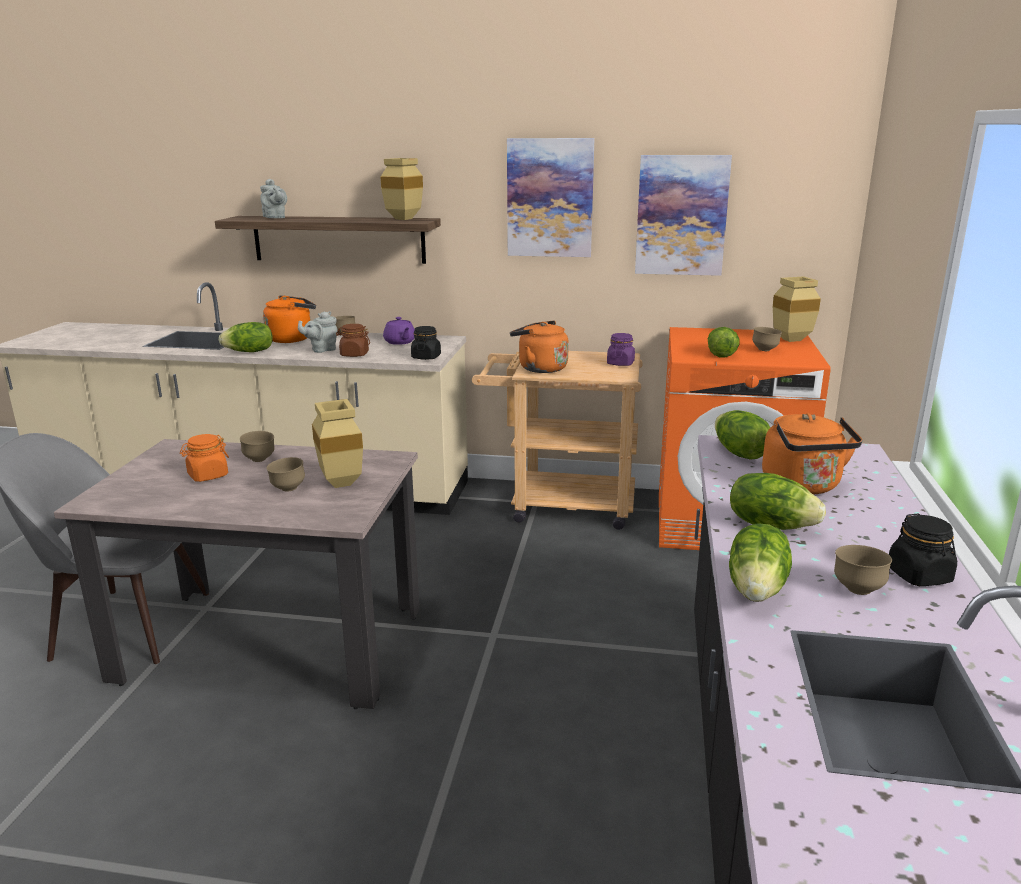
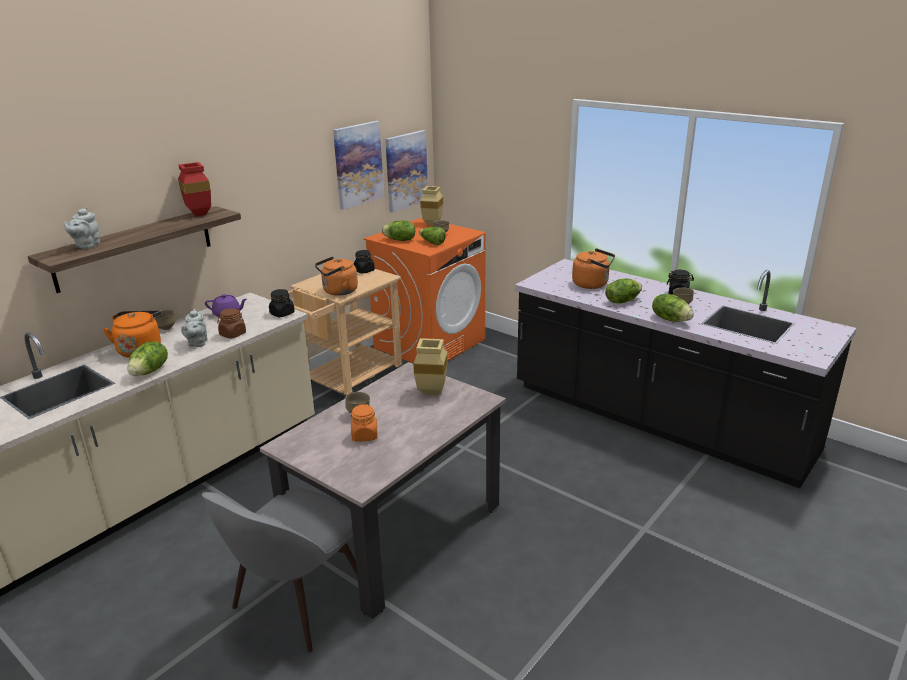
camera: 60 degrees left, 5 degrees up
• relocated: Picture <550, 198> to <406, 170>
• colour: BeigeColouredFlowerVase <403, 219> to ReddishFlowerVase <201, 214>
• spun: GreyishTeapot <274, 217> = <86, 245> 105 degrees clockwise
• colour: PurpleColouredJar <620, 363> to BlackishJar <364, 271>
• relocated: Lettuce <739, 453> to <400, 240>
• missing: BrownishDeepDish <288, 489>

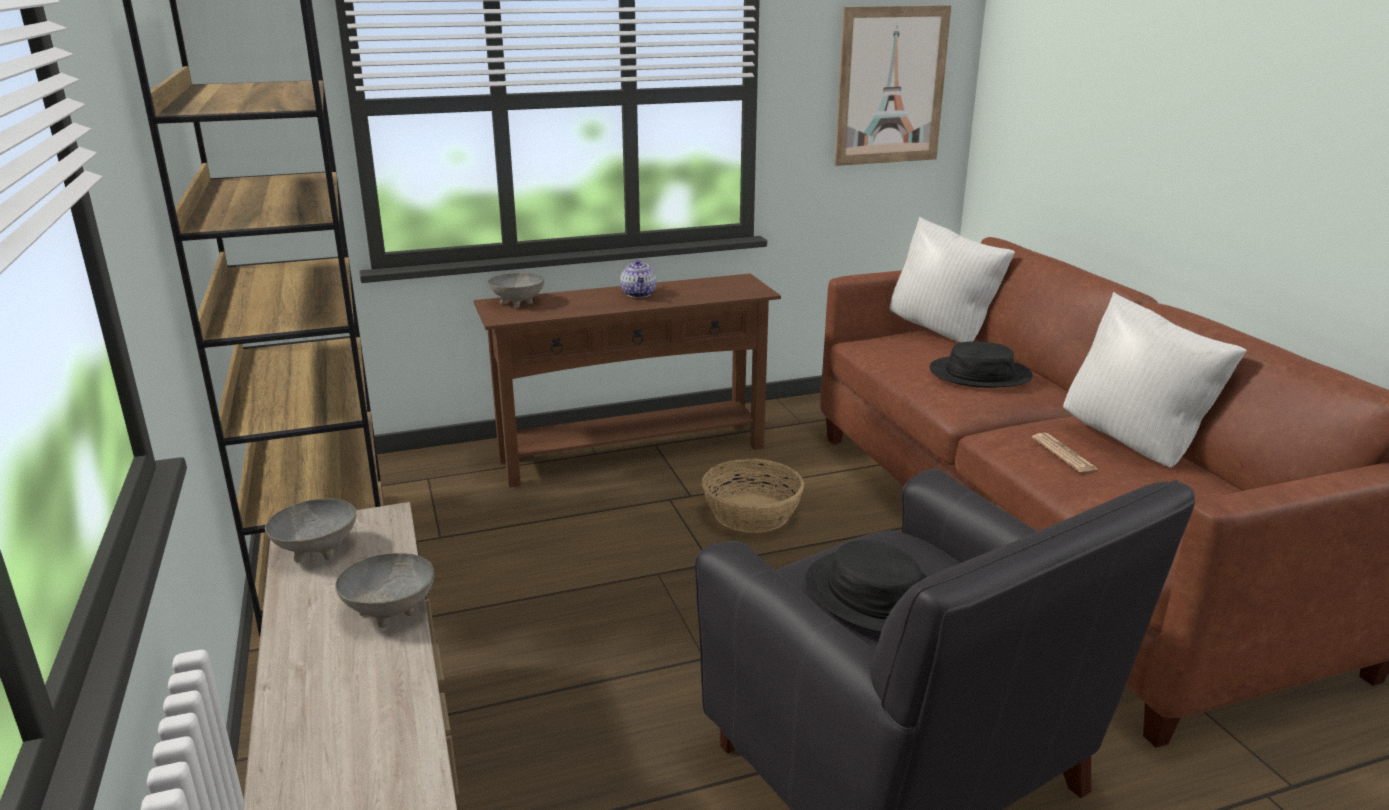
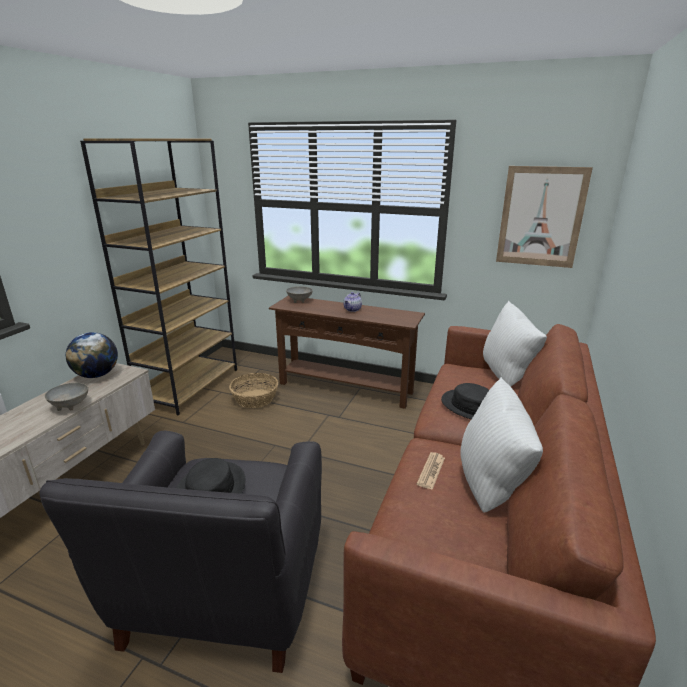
camera: 40 degrees right, 0 degrees up
• relocated: Basket <752, 514> to <255, 399>
• exchanged: GreyishDeepDish <318, 549> to WorldGlobe <97, 375>

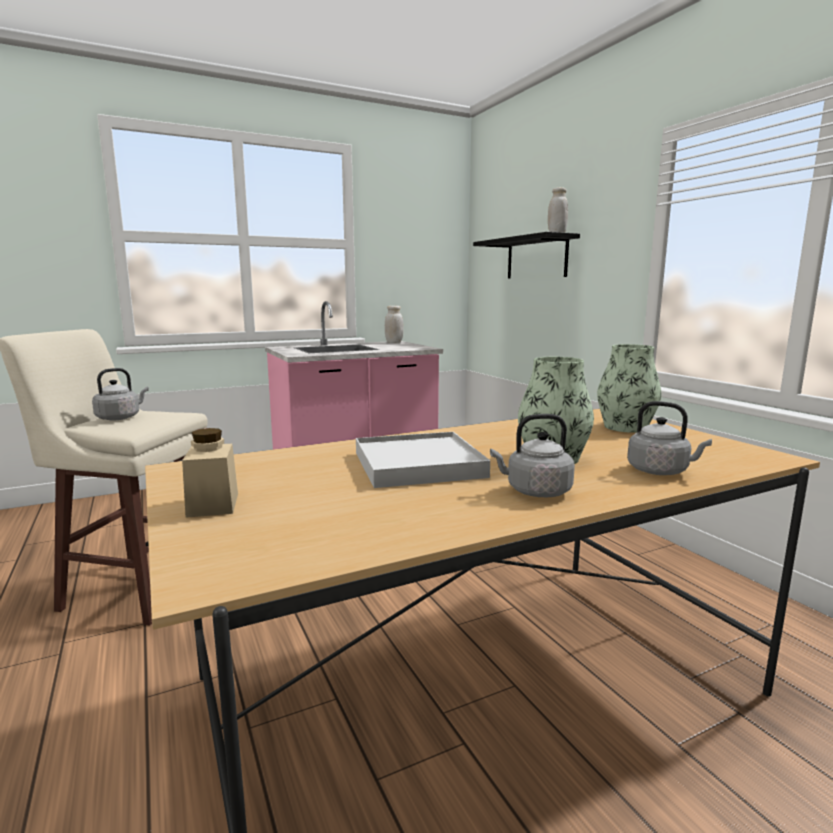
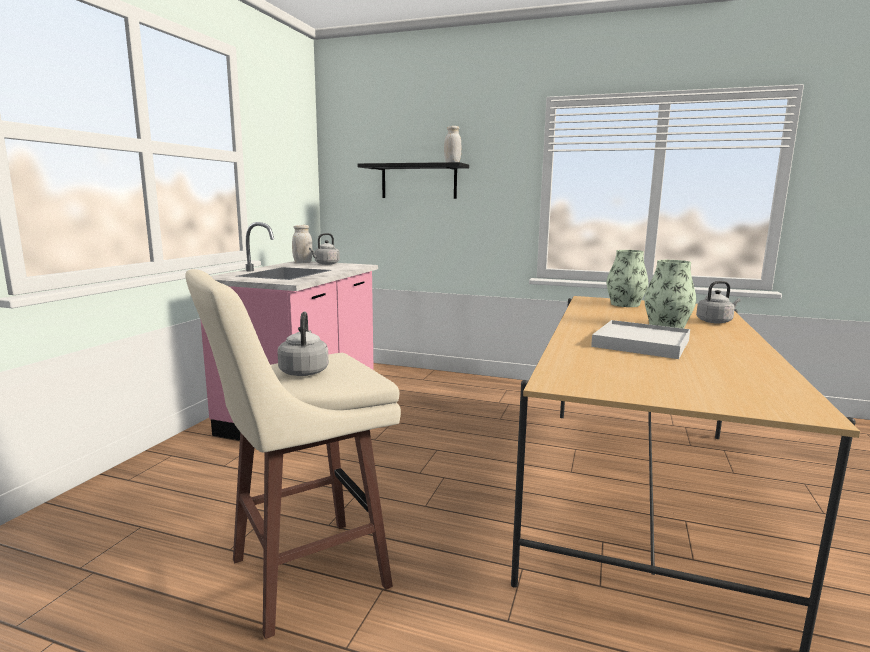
camera: 45 degrees left, 0 degrees up
• relocated: GreyishTeaKettle <535, 491> to <326, 264>
• missing: BeigeColouredJar <213, 505>

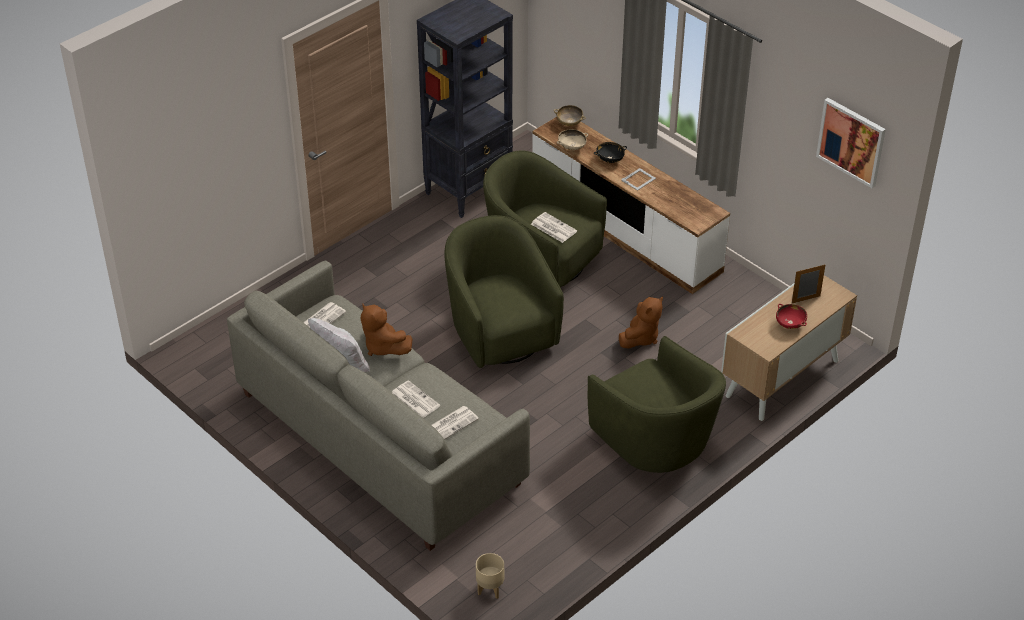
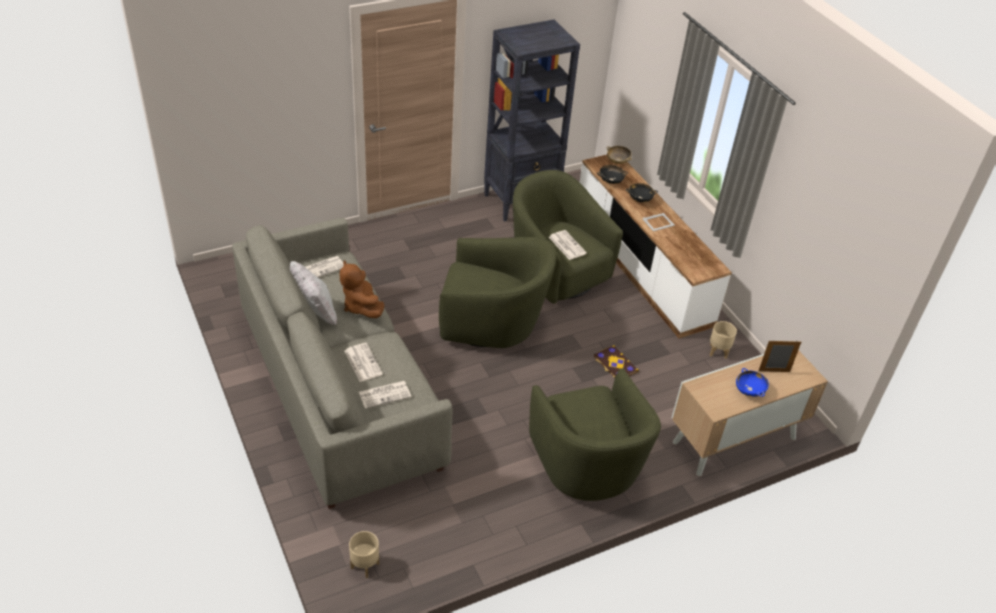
camera: 15 degrees right, 0 degrees up
• missing: Picture <851, 142>
• colour: BeigeColouredDeepDish <572, 147> to BlackishDeepDish <610, 181>
• spun: GreenLoungeChair <500, 331> = <491, 324> 105 degrees clockwise
• exchanged: BrownishPlushToy <640, 337> to Book <615, 364>
• colour: ReddishDeepDish <790, 324> to BlueColouredDeepDish <749, 390>
• appeared: BeigeColouredPlanter <718, 351>

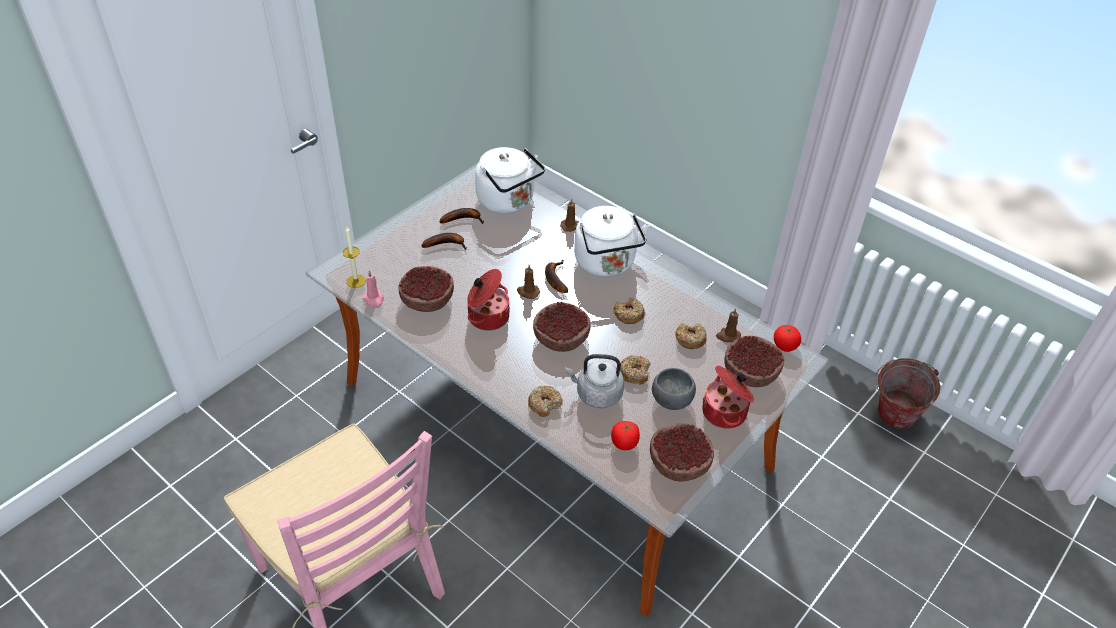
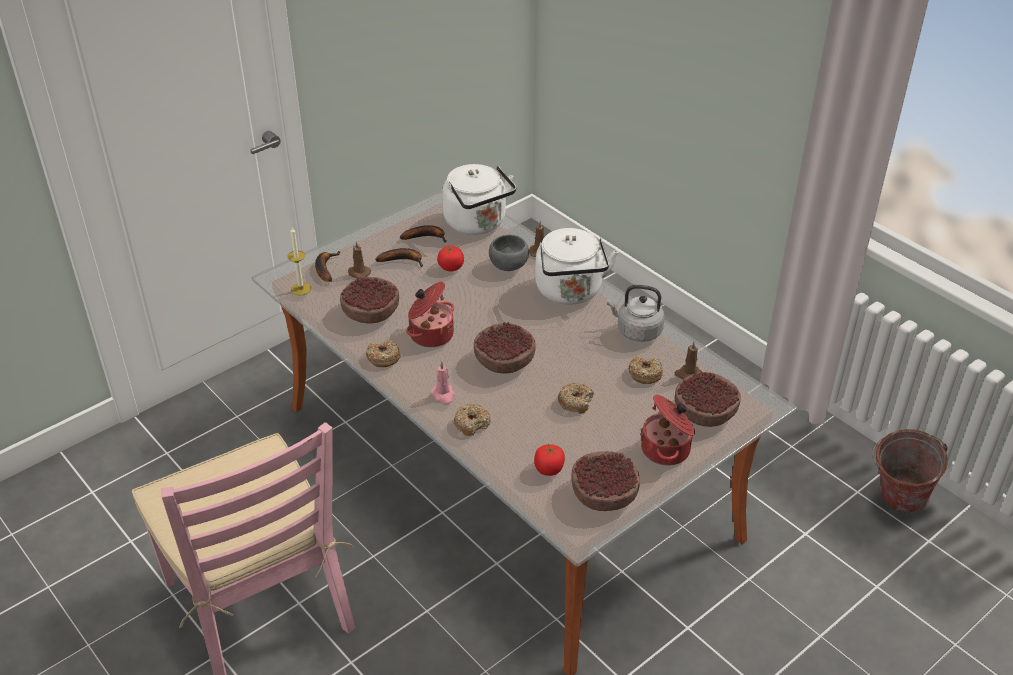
camera: 10 degrees right, 5 degrees down
• relocated: WholeBanana <554, 278> to <325, 268>
• relocated: BrownishWaxLight <528, 292> to <358, 273>
• relocated: PinkWaxLight <374, 299> to <443, 395>
• relocated: Doughnut <628, 315> to <383, 358>
• relocated: WholeTomato <785, 345> to <451, 267>
• relocated: GreyishTeaKettle <596, 394> to <636, 331>
• relocated: GreyishDeepDish <671, 399> to <509, 264>

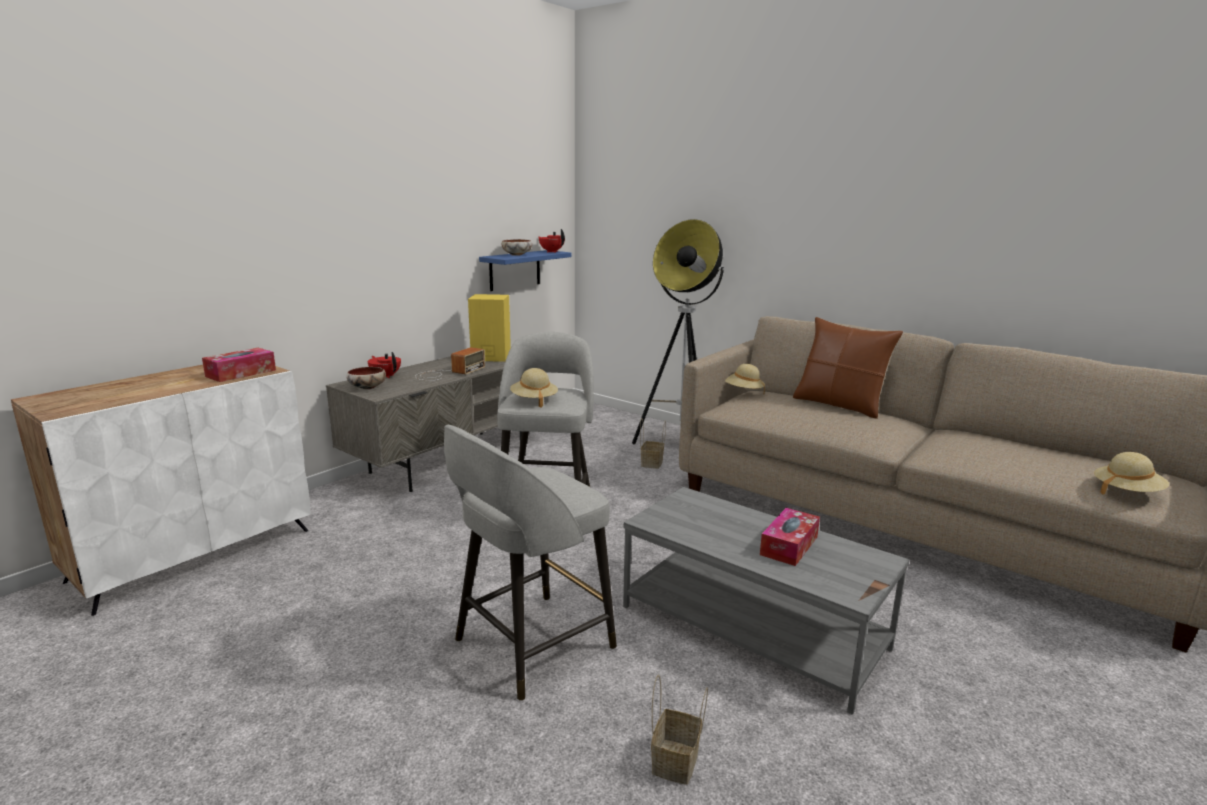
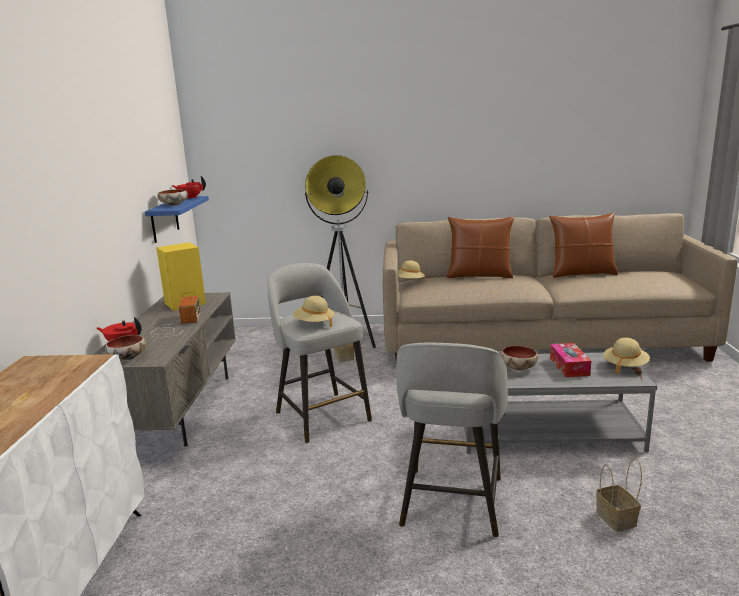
camera: 35 degrees left, 0 degrees up
• missing: TissueBox <241, 373>
• relocated: BeigeColouredWearableHat <1126, 492> to <625, 366>
• appeared: BrownishThrowPillow <581, 273>
• appeared: DeepDish <517, 367>

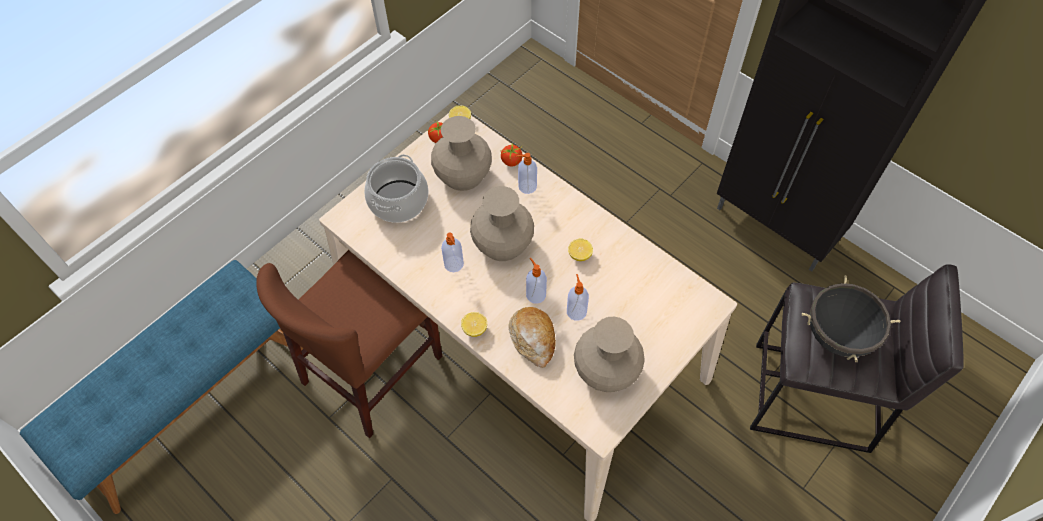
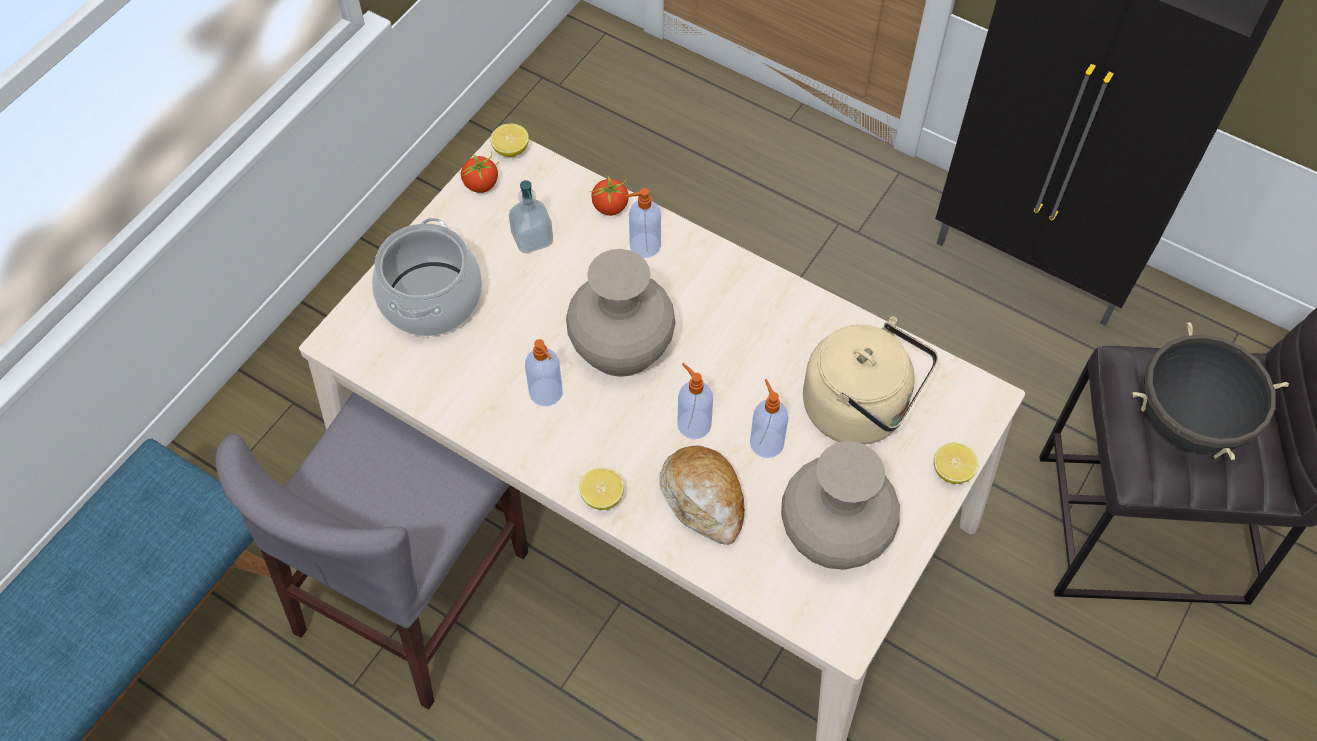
camera: 10 degrees left, 0 degrees up
• exchanged: BeigeColouredFlowerVase <463, 174> to LiquidSoapBottle <532, 238>
• relocated: CitrusFruit <579, 255> to <952, 471>
• colour: BrownishPlainChair <373, 369> to GreyishPlainChair <413, 591>
• appeared: BeigeColouredTeaKettle <861, 409>

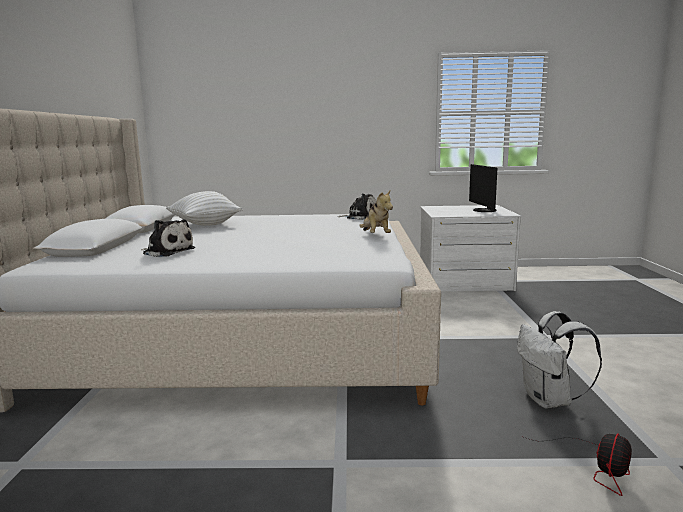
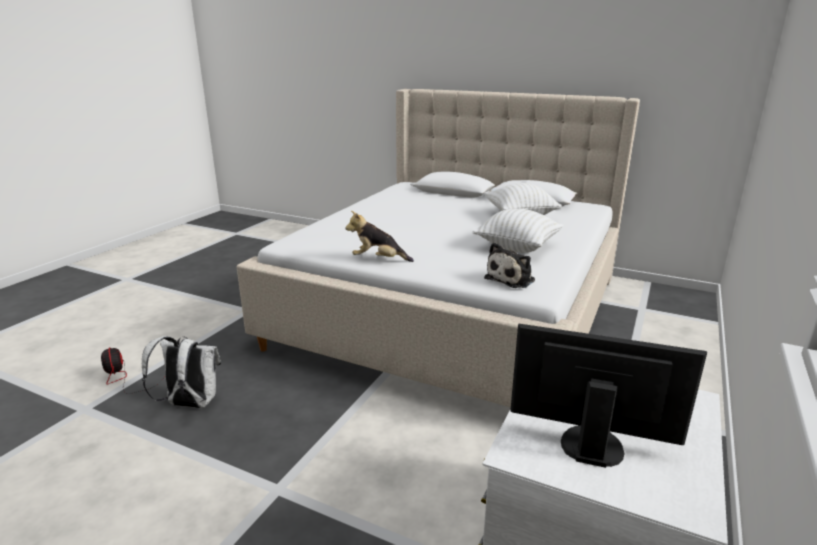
camera: 115 degrees right, 10 degrees up
• missing: PlushToy <167, 252>
• appeared: WhitishThrowPillow <517, 247>

